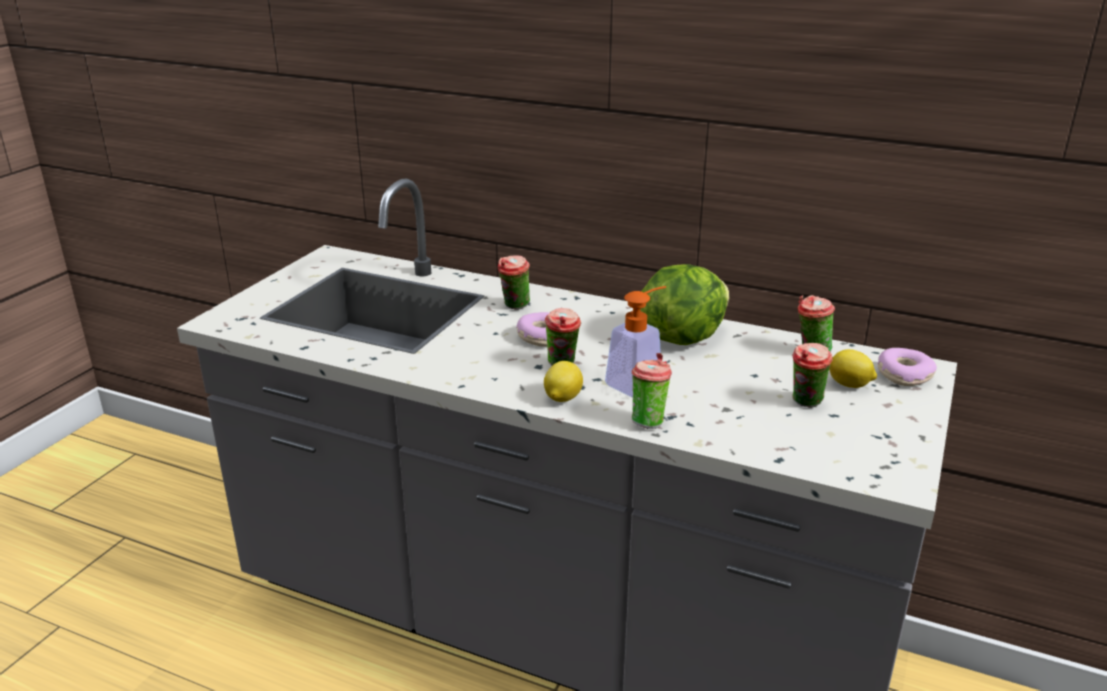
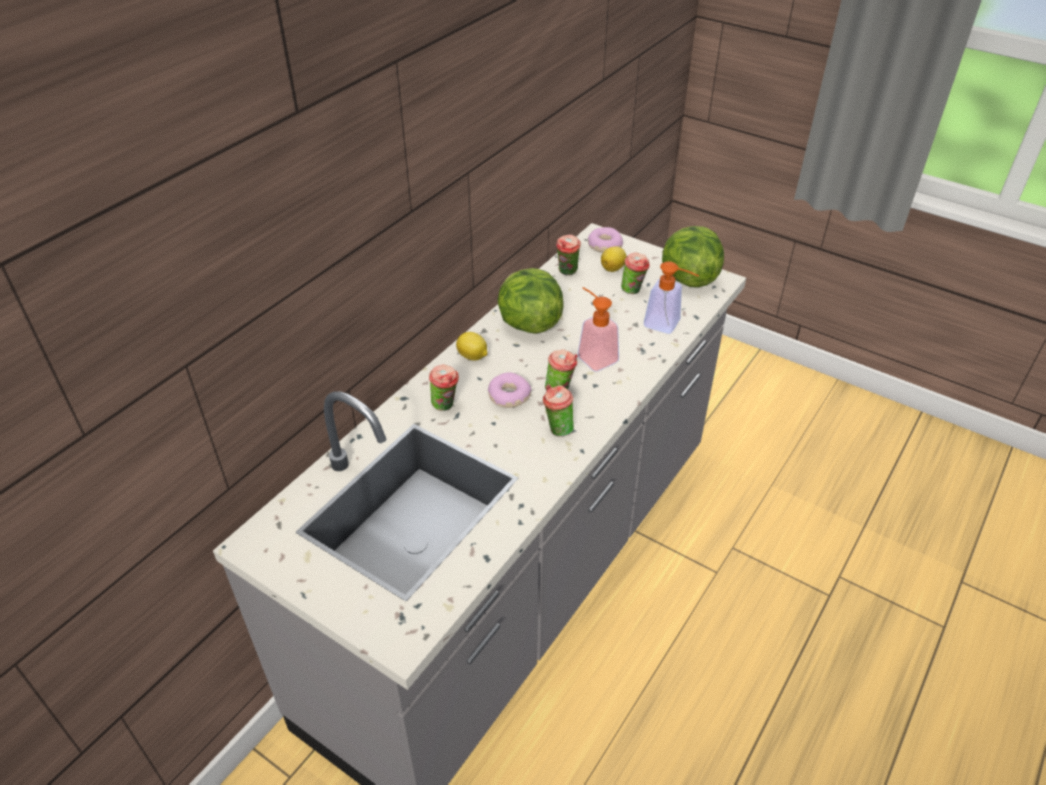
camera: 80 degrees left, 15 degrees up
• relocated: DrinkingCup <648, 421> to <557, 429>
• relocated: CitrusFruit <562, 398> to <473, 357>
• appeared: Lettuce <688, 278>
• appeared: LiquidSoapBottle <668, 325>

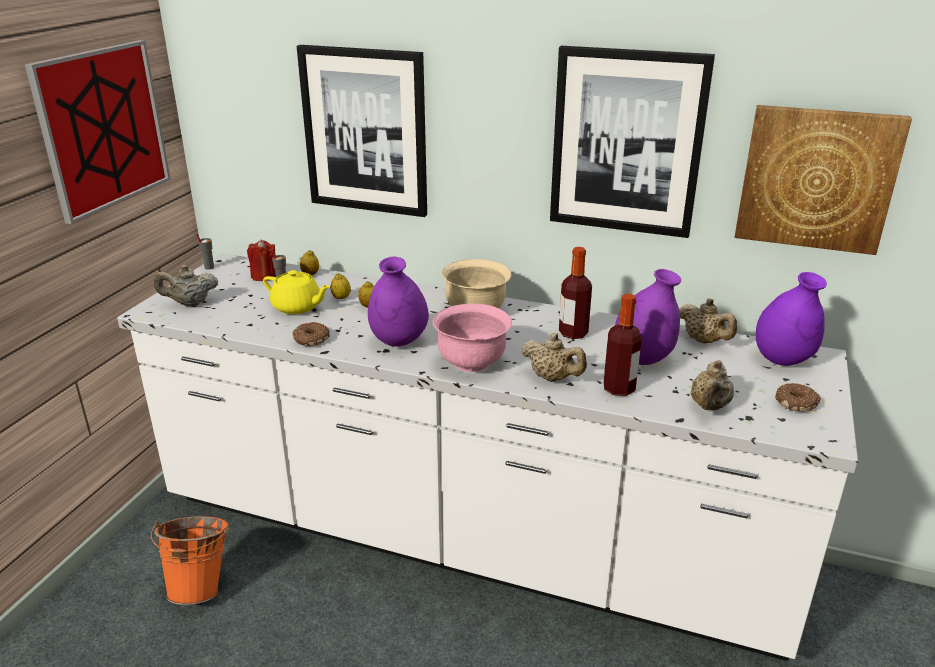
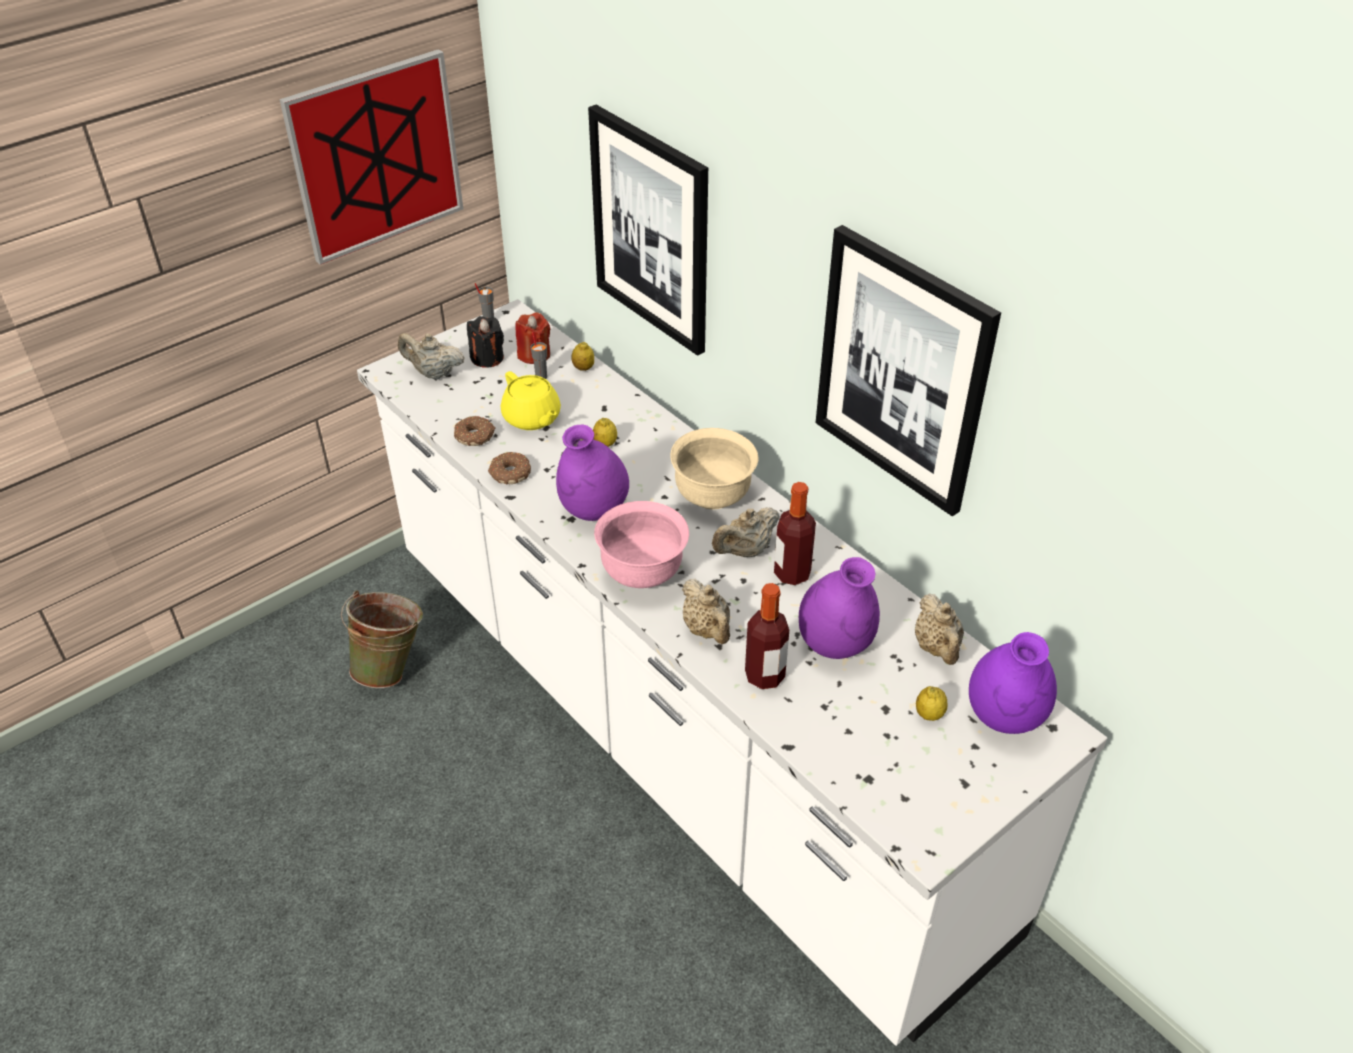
camera: 30 degrees right, 15 degrees up
• missing: Picture <816, 178>
• relocated: CitrusFruit <341, 298> to <929, 714>
• relocated: BeigeColouredTeapot <709, 406> to <745, 551>
• relocated: Doughnut <796, 403> to <475, 436>
• colour: OrangeColouredWaterBucket <201, 586> to GreenWaterBucket <392, 667>
• appeared: BlackishWaxLight <487, 358>

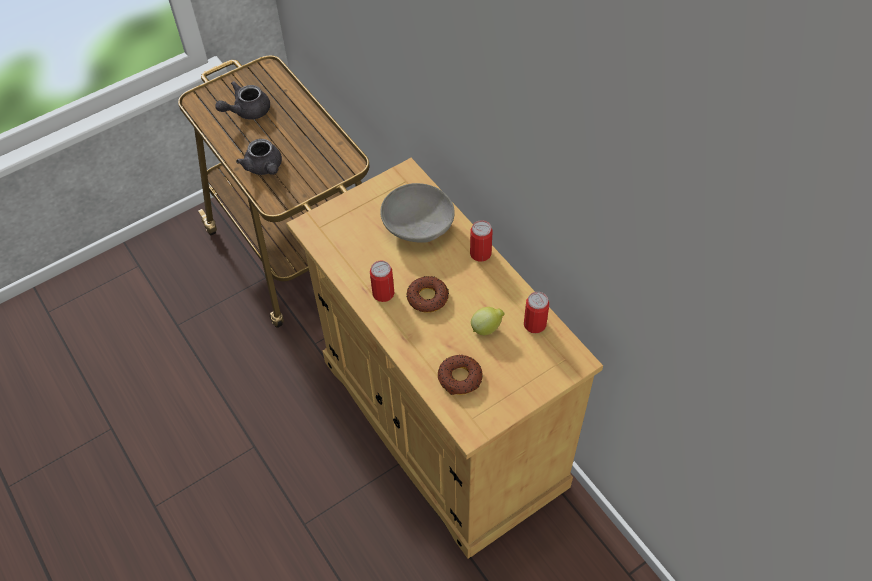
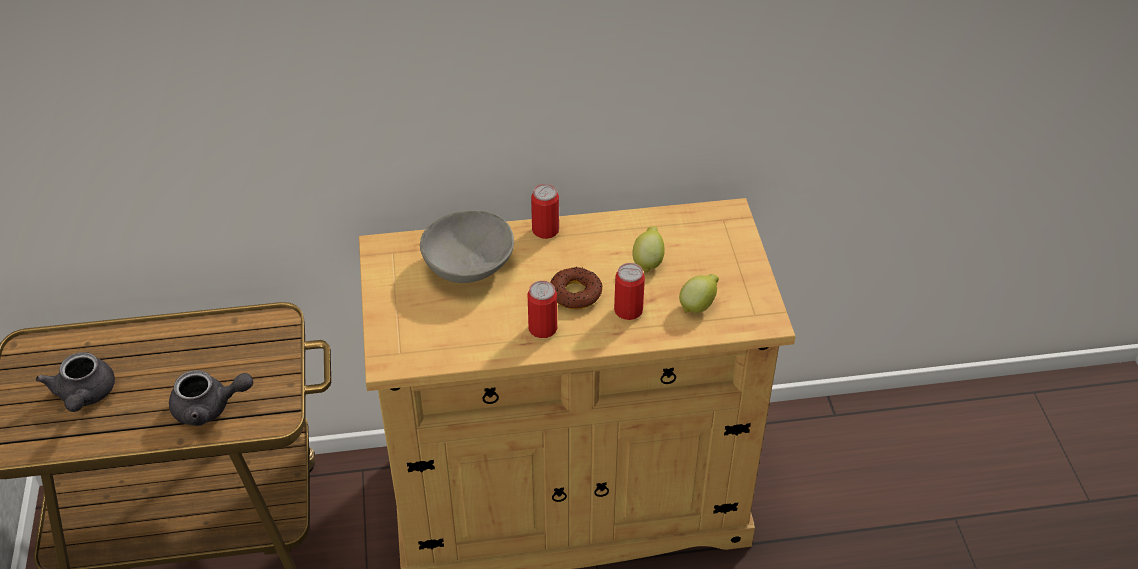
camera: 65 degrees left, 10 degrees down
• relocated: MetalCan <534, 324> to <628, 310>
• exchanged: Doughnut <460, 378> to CitrusFruit <698, 306>

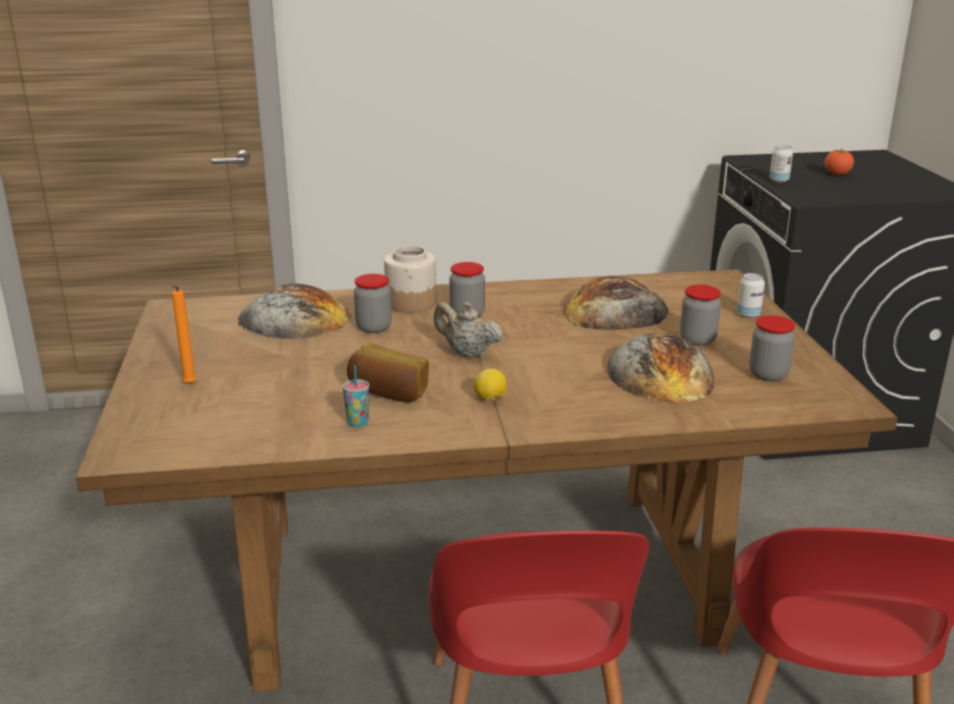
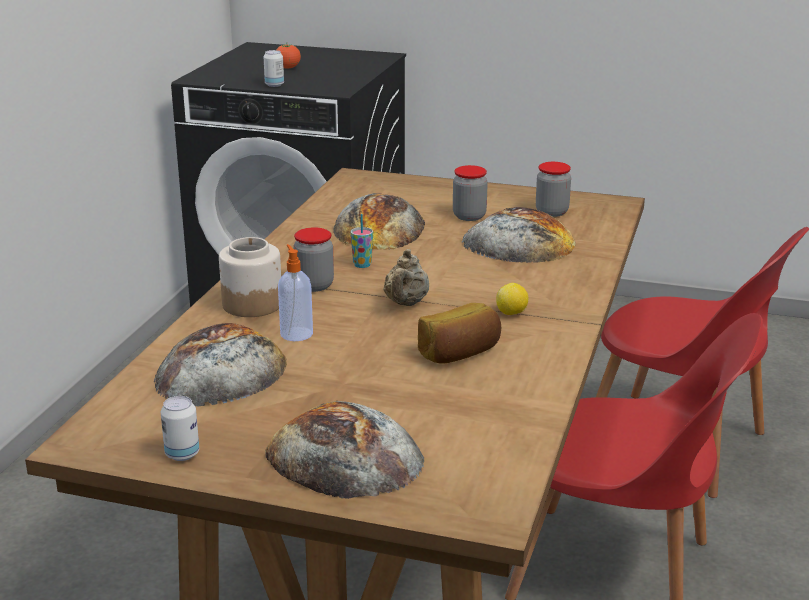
camera: 65 degrees left, 0 degrees up
• relocated: MetalCan <748, 314> to <182, 454>
• exchanged: Jar <374, 327> to LiquidSoapBottle <296, 333>
• exchanged: OrangeColouredWaxLight <189, 385> to BakeryBread <344, 457>
• spun: BeigeColouredTeapot <467, 353> = <406, 303> 45 degrees counterclockwise
• relocated: DrinkingCup <358, 423> to <362, 265>

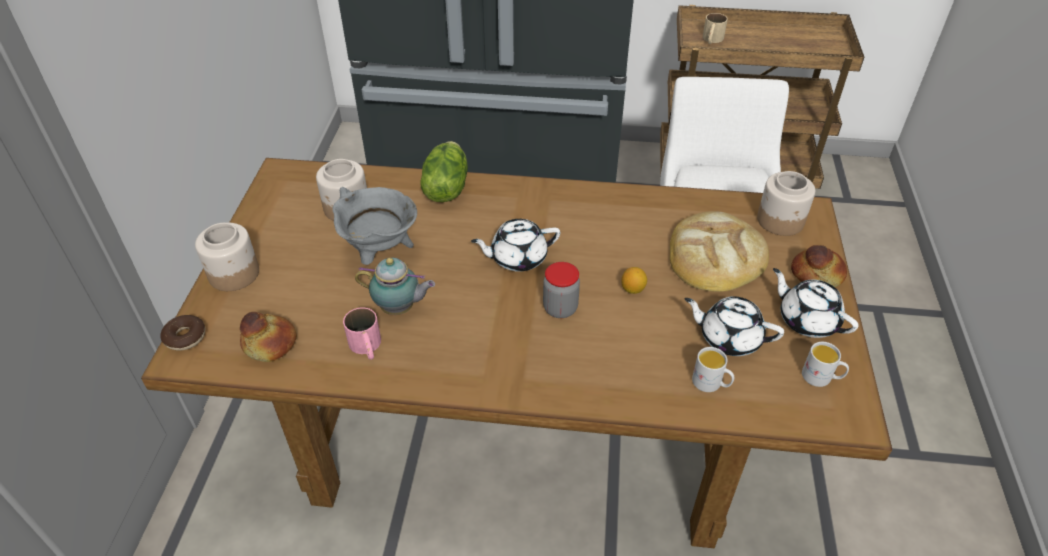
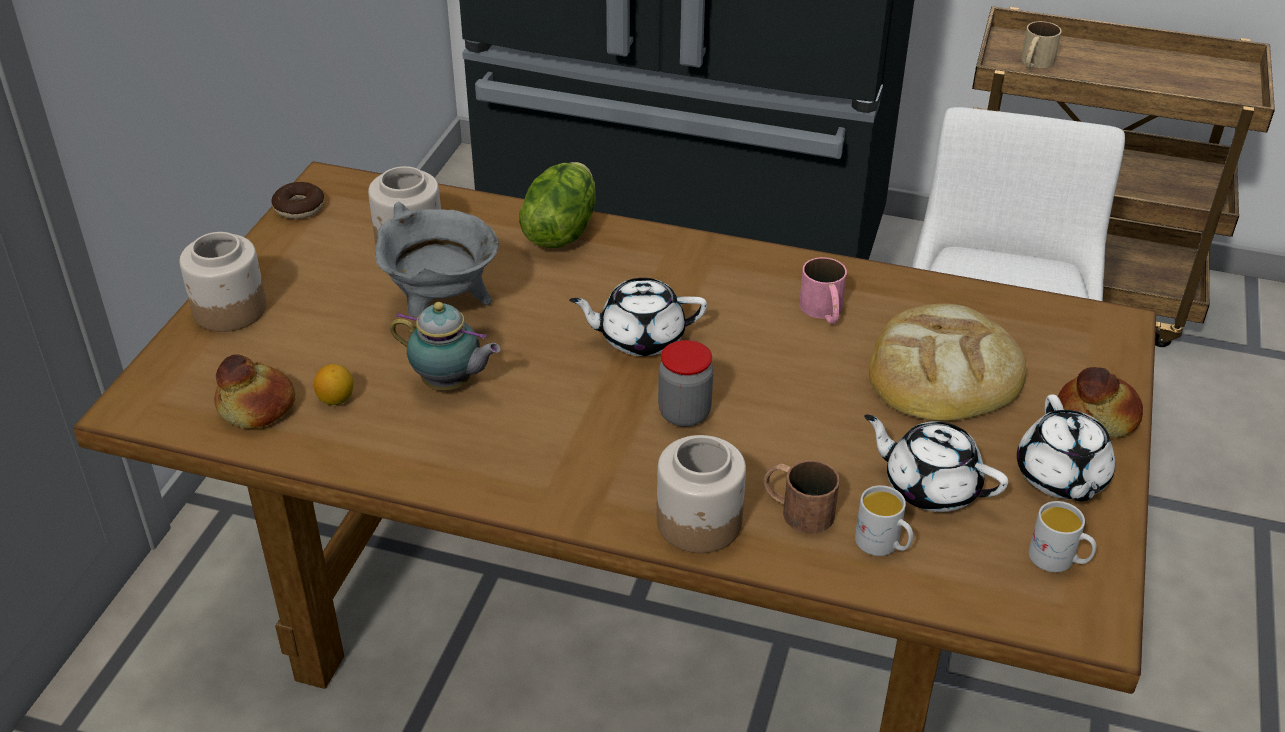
camera: 10 degrees right, 5 degrees down
• relocated: Jar <781, 221> to <700, 523>
• relocated: CitrusFruit <633, 289> to <336, 399>
• spun: WhitishTeapot <807, 320> = <1061, 477> 150 degrees counterclockwise
• relocated: PinkTeaMug <366, 347> to <824, 312>
• relocated: Doughnut <185, 337> to <299, 208>
• appeared: BrownishTeaMug <796, 509>

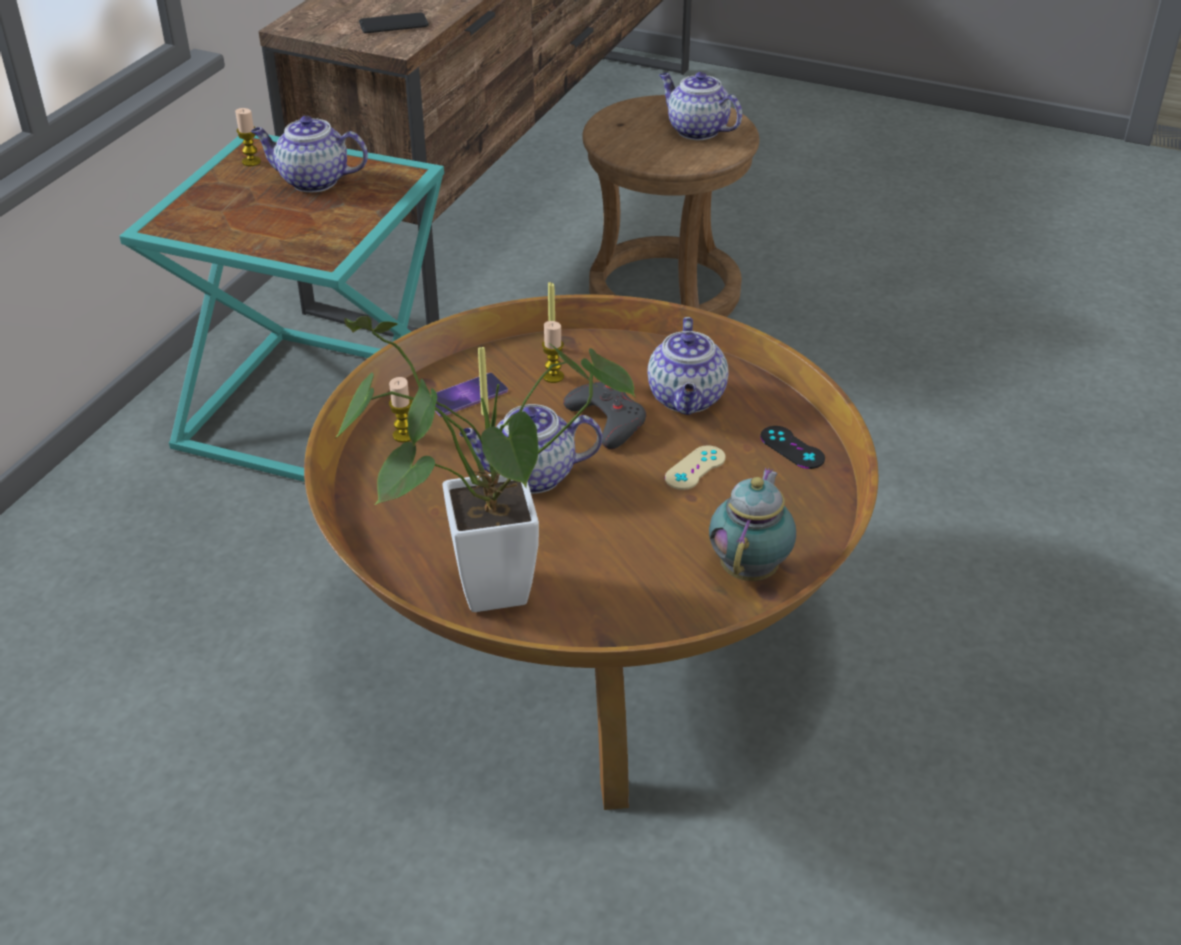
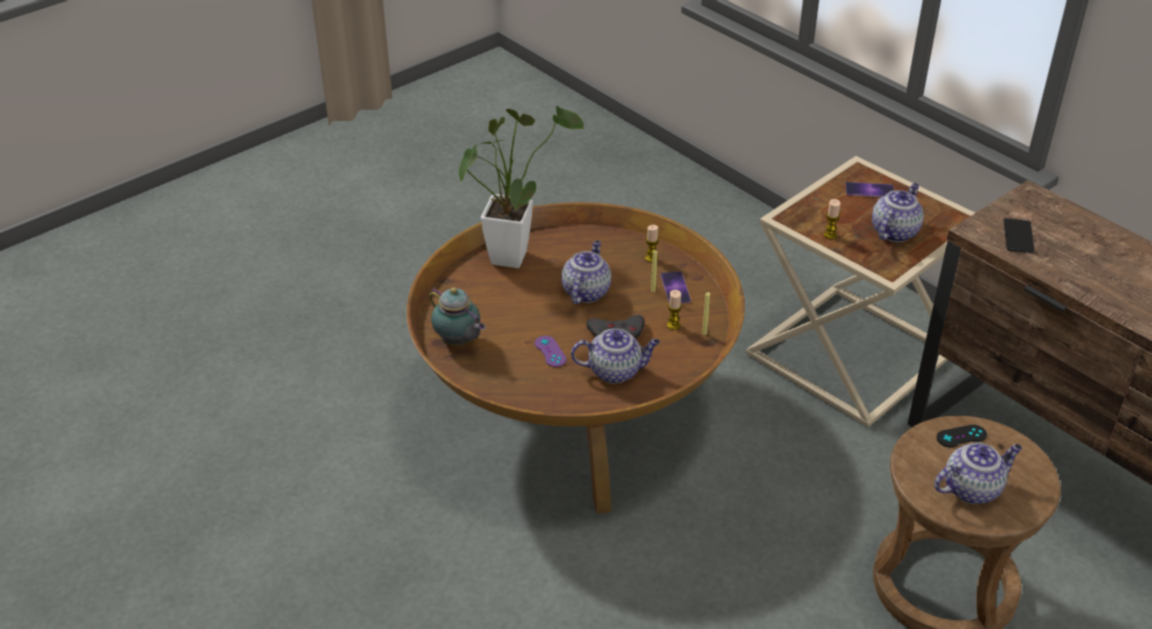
camera: 115 degrees right, 0 degrees up
• relocated: WaxLight <251, 162> to <830, 235>
• colour: BlueGreenEndTable <314, 412> to BeigeColouredEndTable <849, 352>
• spun: Teapot <687, 399> = <616, 371> 150 degrees clockwise
• relocated: BlackishGamepad <792, 448> to <961, 436>
• colour: BeigeColouredGamepad <695, 468> to PurpleColouredGamepad <550, 351>
• appeared: Phone <869, 190>

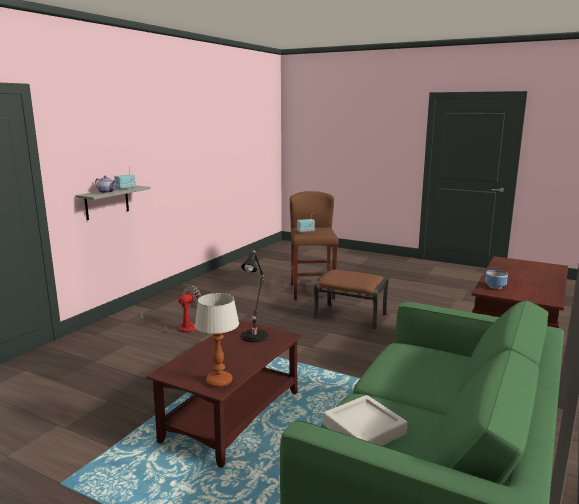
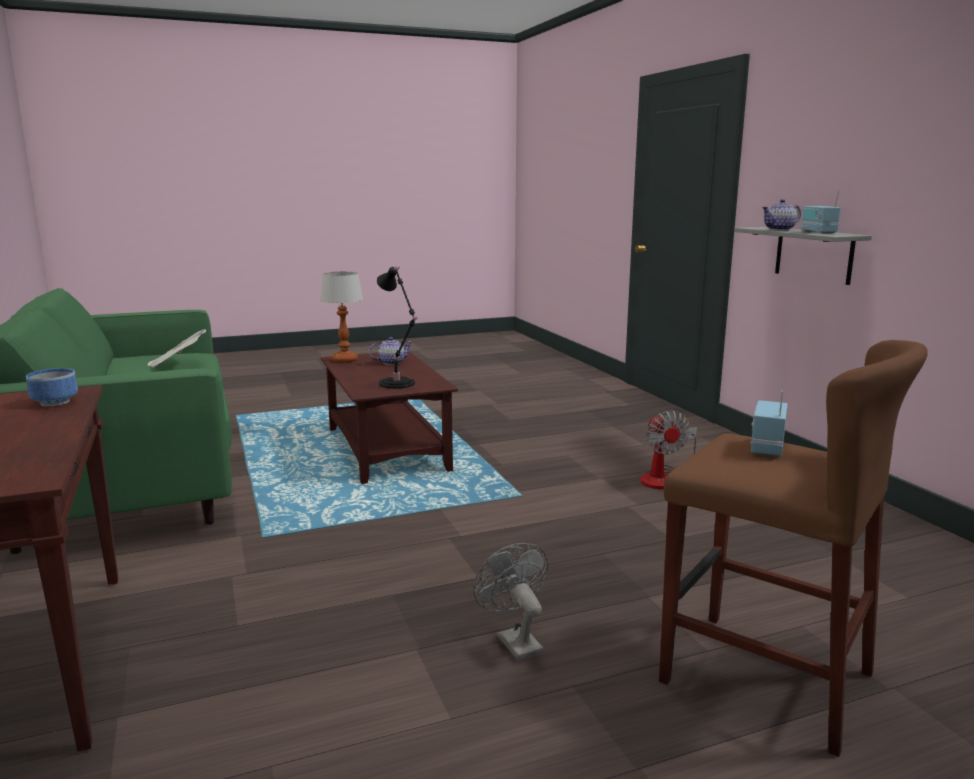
camera: 130 degrees right, 0 degrees up
• exchanged: BrownishOttoman <351, 316> to GreyishCoolingFan <514, 641>
• exchanged: GreyishTray <364, 429> to PrintedPaper <177, 364>
• appeared: Teapot <391, 362>

